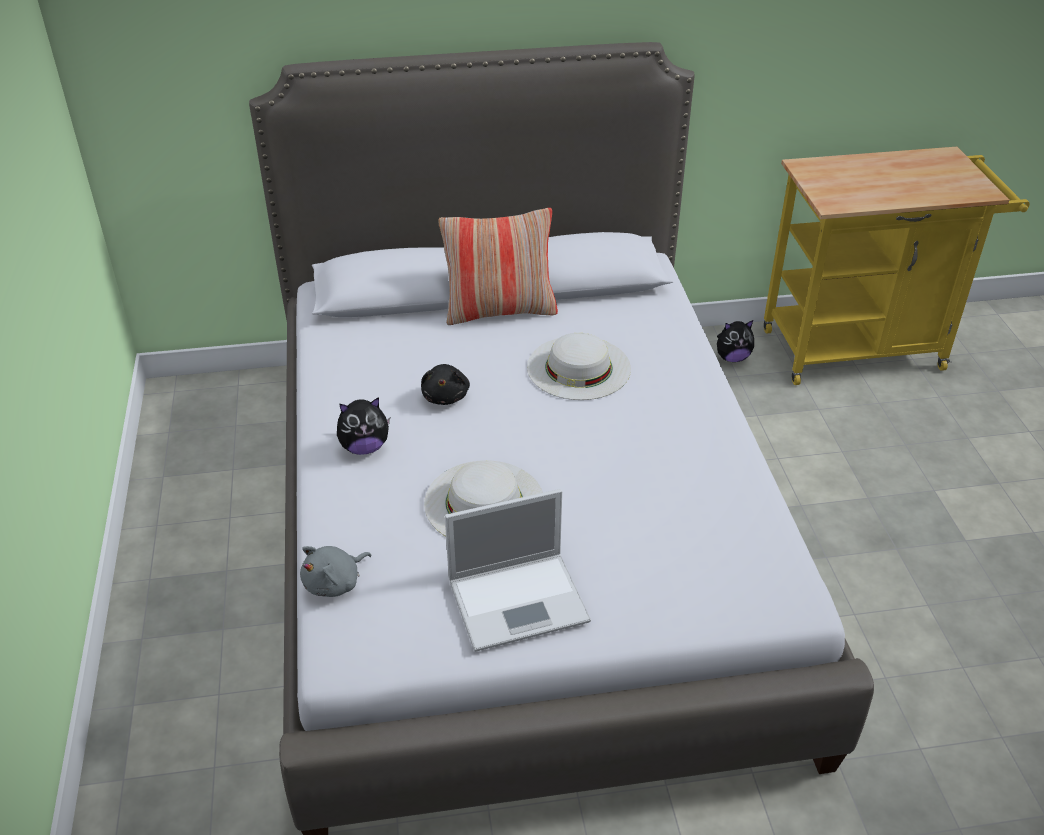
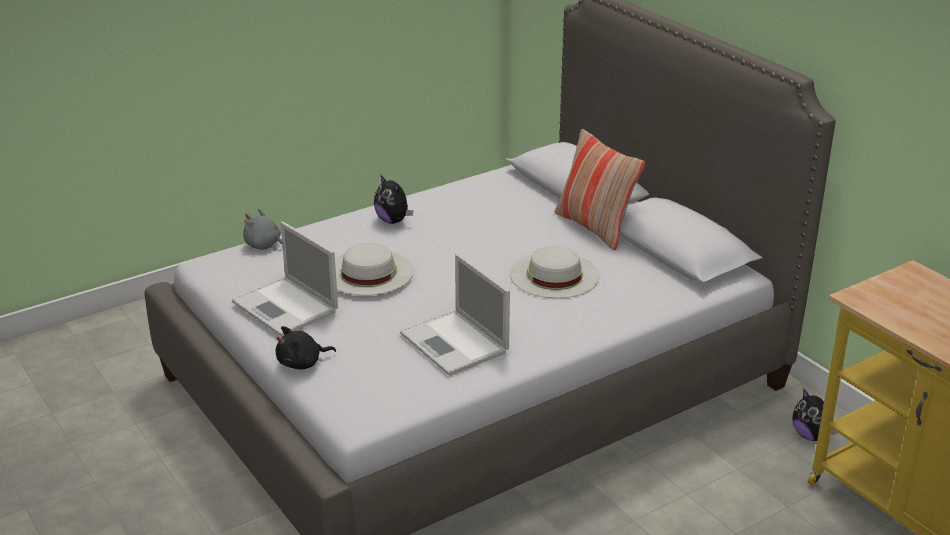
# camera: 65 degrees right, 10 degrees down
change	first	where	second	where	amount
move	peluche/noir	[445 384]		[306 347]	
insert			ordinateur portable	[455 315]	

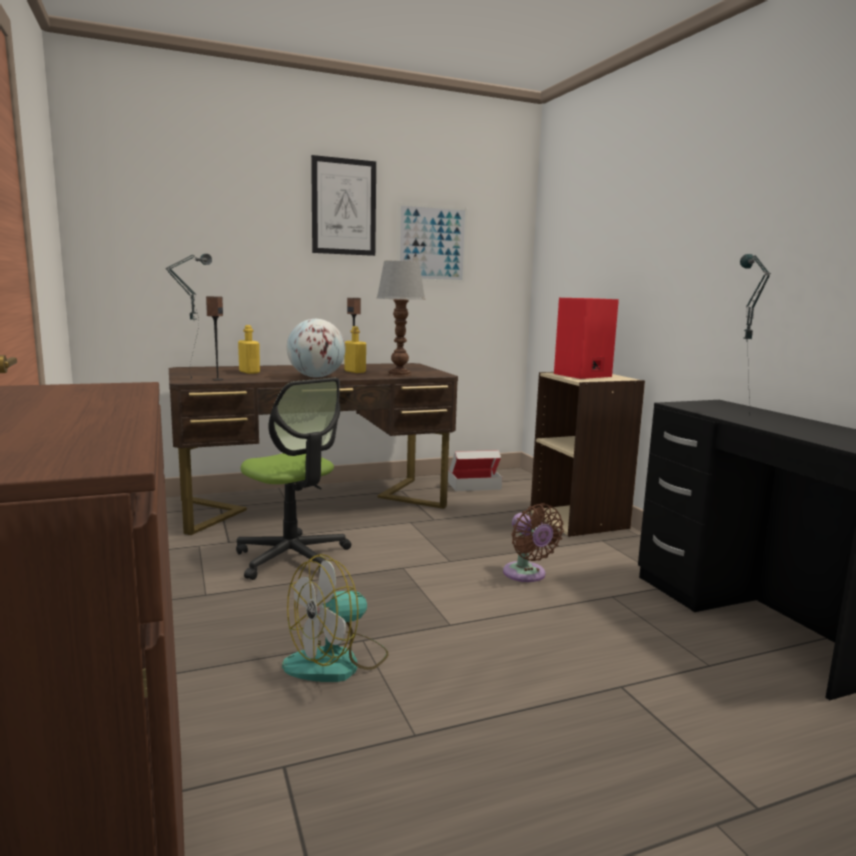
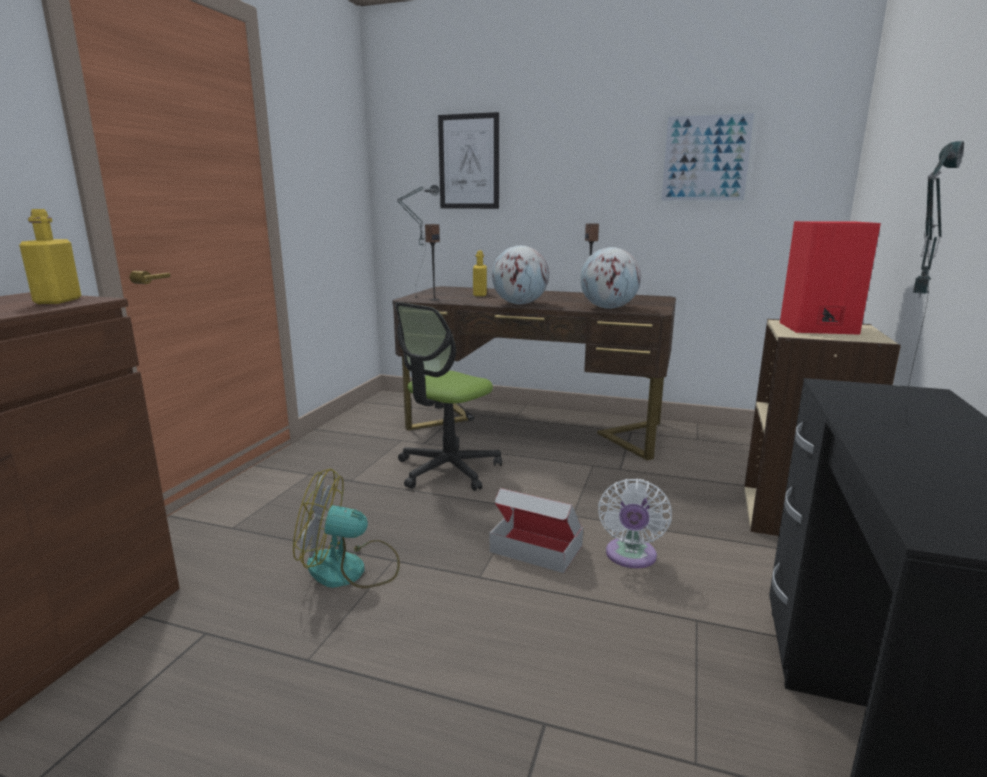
# camera: 40 degrees right, 5 degrees up
change	first	where	second	where	amount
move	bouteille/jaune	[355 349]		[50 256]	
rotate	chaise de bureau	[293 479]		[448 396]	45 degrees clockwise
move	tableau	[343 205]		[468 160]	
move	carton	[475 470]		[536 530]	
replace	lampe de table	[401 318]	globe	[610 278]	
recolor	ventilateur/marron	[533 542]	ventilateur/blanc	[635 523]	

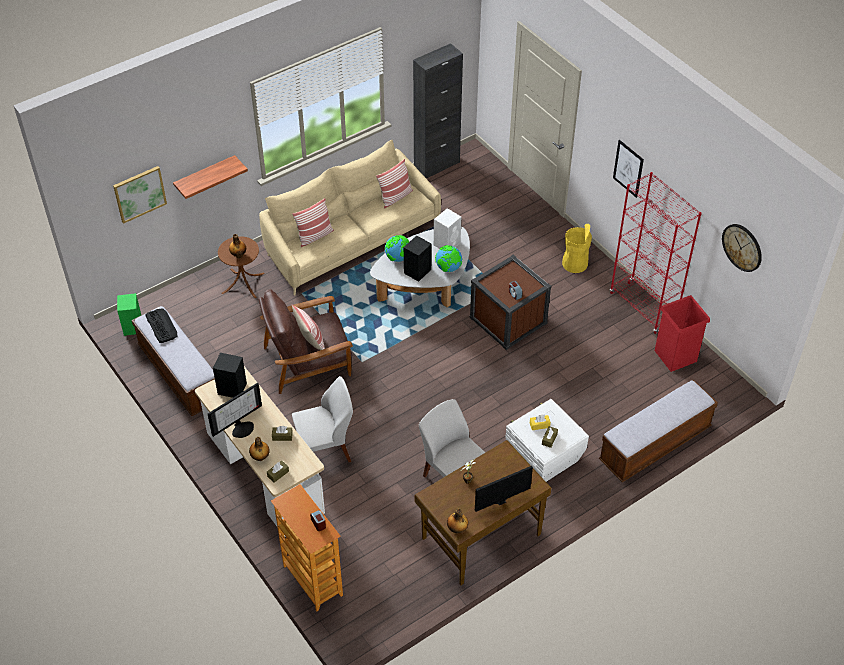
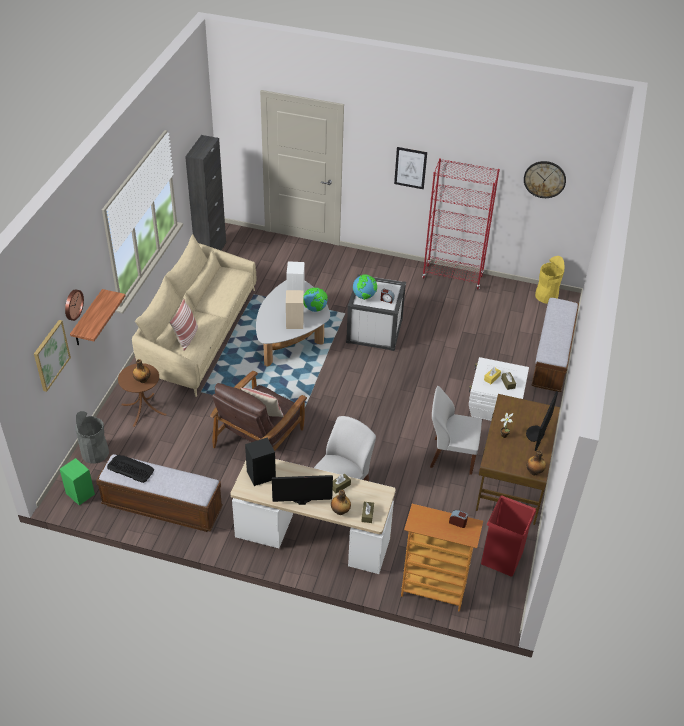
# camera: 40 degrees left, 5 degrees down
change	first	where	second	where	amount
insert			horloge murale	[74 305]	
insert			poubelle/gris	[92 437]	
rotate	écran d'ordinateur	[235 410]		[302 490]	105 degrees counterclockwise
recolor	enceinte/noir	[418 258]	enceinte/beige	[295 309]	
recolor	boîte de rangement/marron	[510 302]	boîte de rangement/blanc	[376 313]	
move	globe	[397 248]		[365 287]	
move	poubelle/rouge	[682 333]		[508 536]	
move	poubelle/jaune	[577 248]		[549 280]	
delete	coussin	[394 183]			

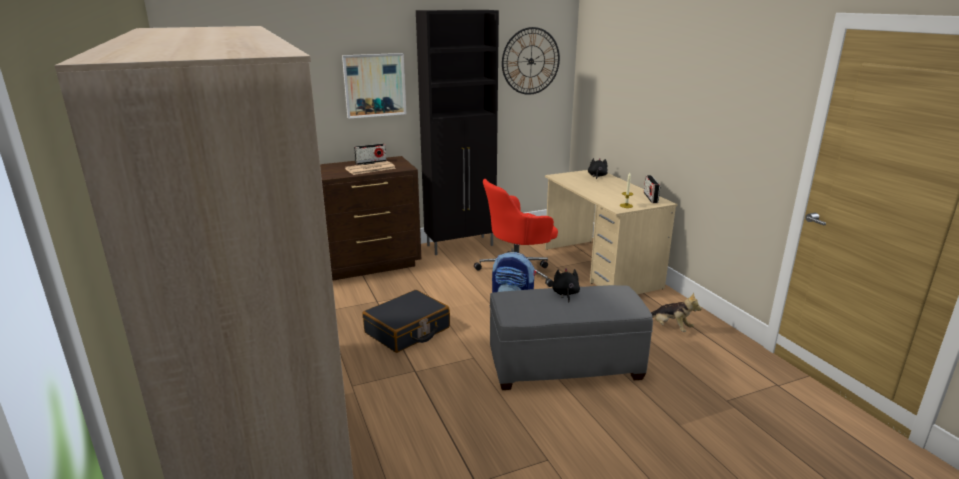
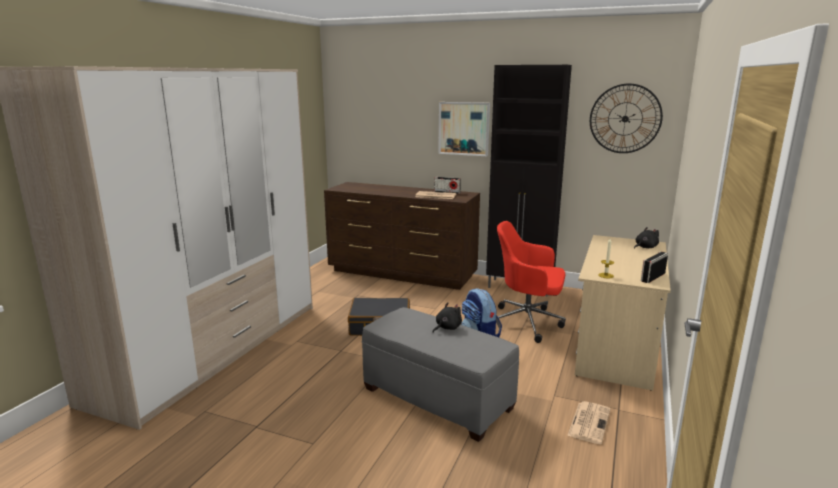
# camera: 45 degrees right, 5 degrees down
change	first	where	second	where	amount
replace	peluche	[676 312]	journal	[588 422]	

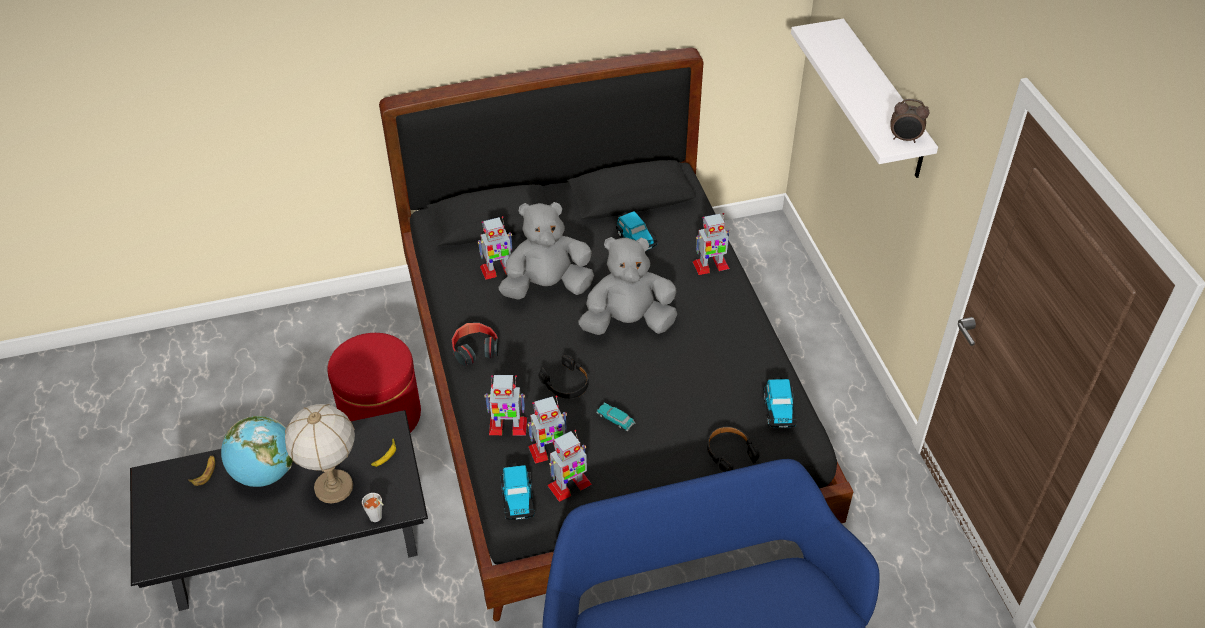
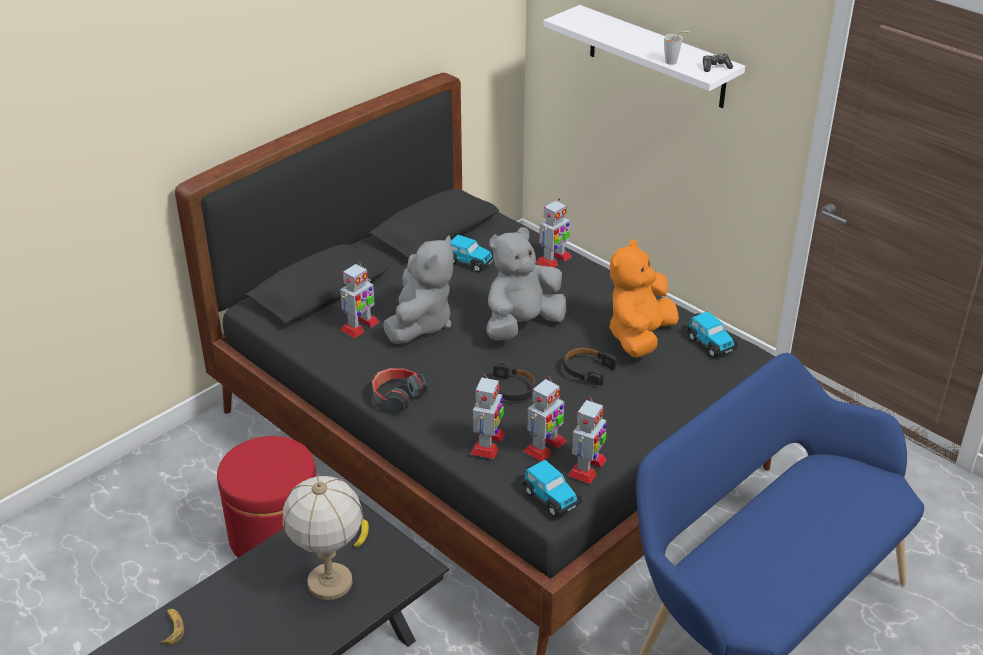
# camera: 30 degrees left, 10 degrees down
change	first	where	second	where	amount
rotate	peluche/gris	[546 251]		[418 289]	150 degrees clockwise
rotate	robot jouet	[506 405]		[488 416]	45 degrees counterclockwise
move	casque audio/noir	[733 449]		[590 366]	
insert			peluche/orange	[644 298]	
move	tasse/gris	[373 507]		[677 48]	
replace	réveil	[909 121]	manette	[718 63]	
delete	globe	[257 451]			
delete	petite voiture	[615 417]			

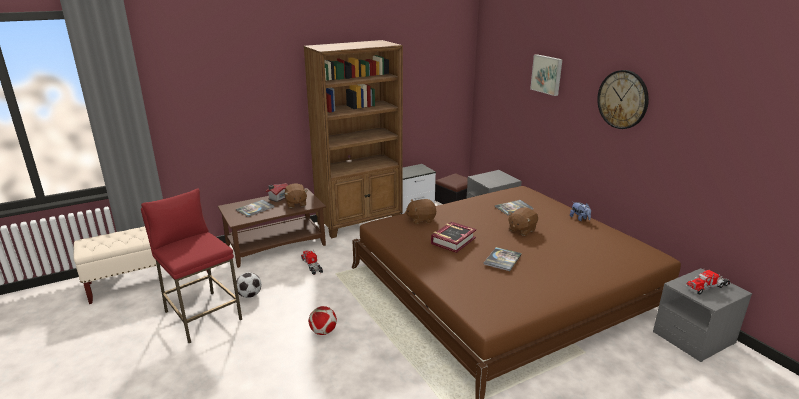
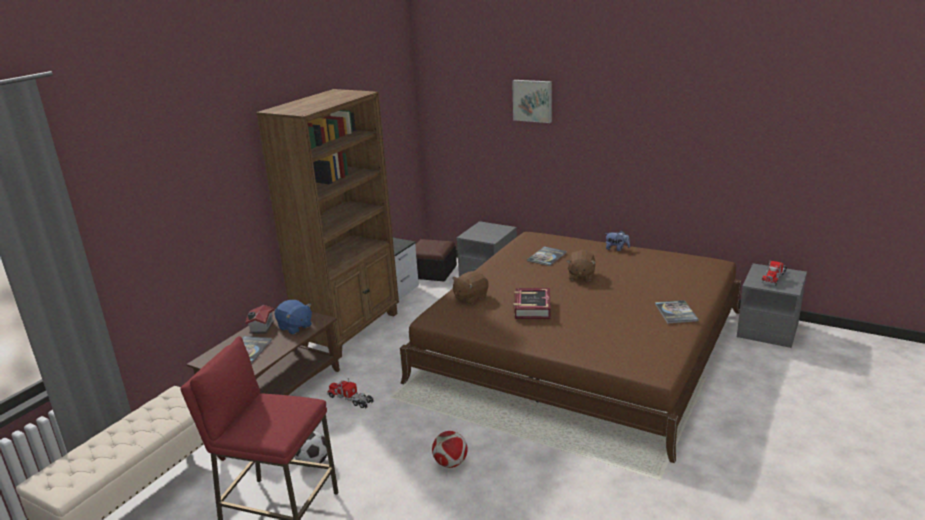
# camera: 30 degrees left, 0 degrees up
change	first	where	second	where	amount
recolor	peluche/marron	[296 195]	peluche/bleu	[293 317]	
move	livre	[503 259]		[677 311]	
delete	horloge murale	[623 99]			

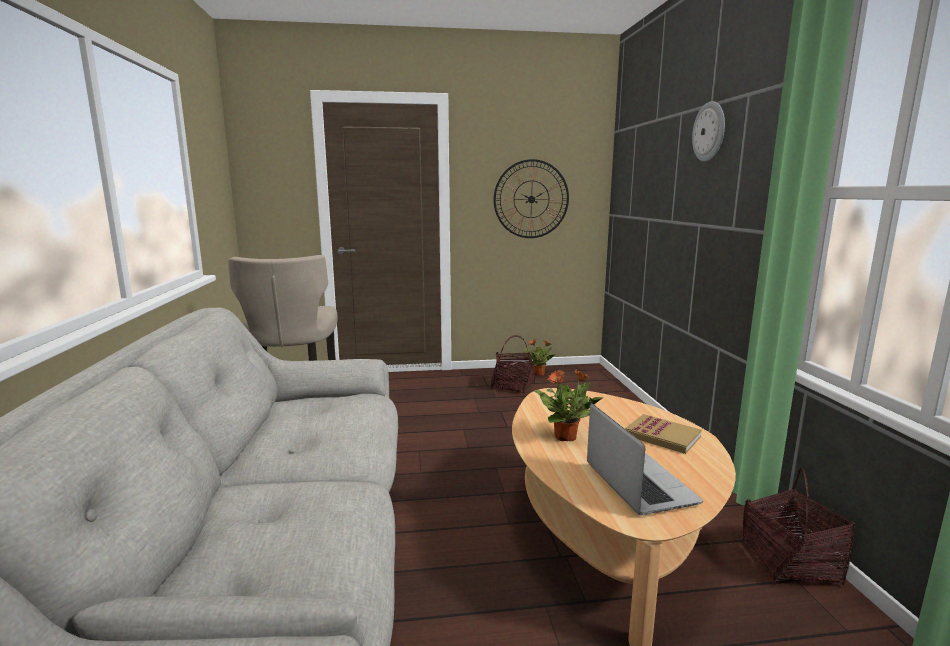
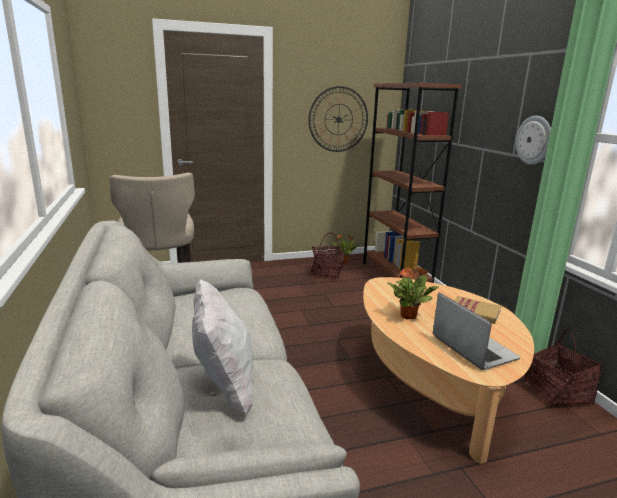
# camera: 10 degrees left, 5 degrees up
change	first	where	second	where	amount
insert			coussin/blanc	[223 347]	
insert			bibliothèque/marron	[412 183]	
move	horloge murale	[708 131]		[533 140]	

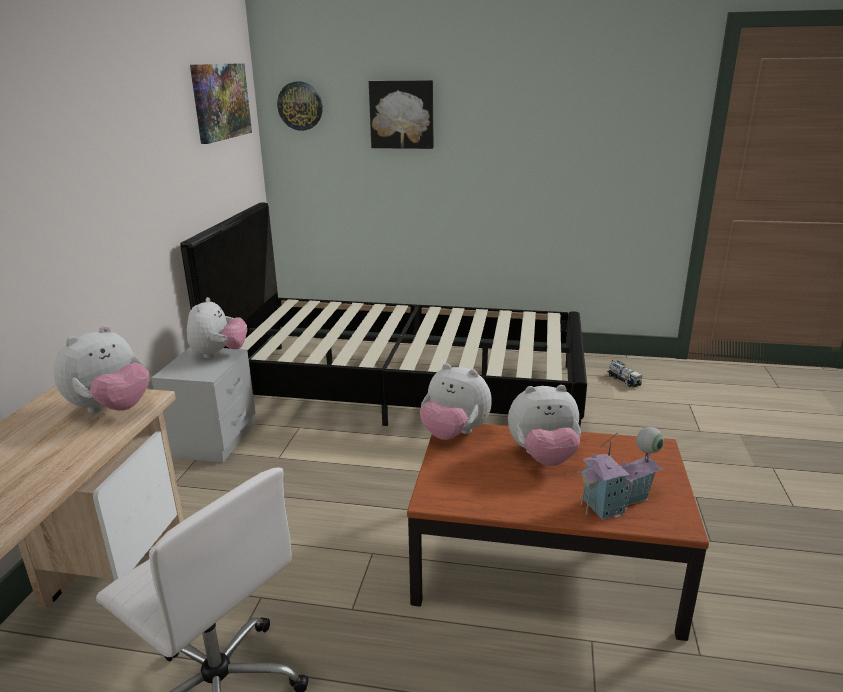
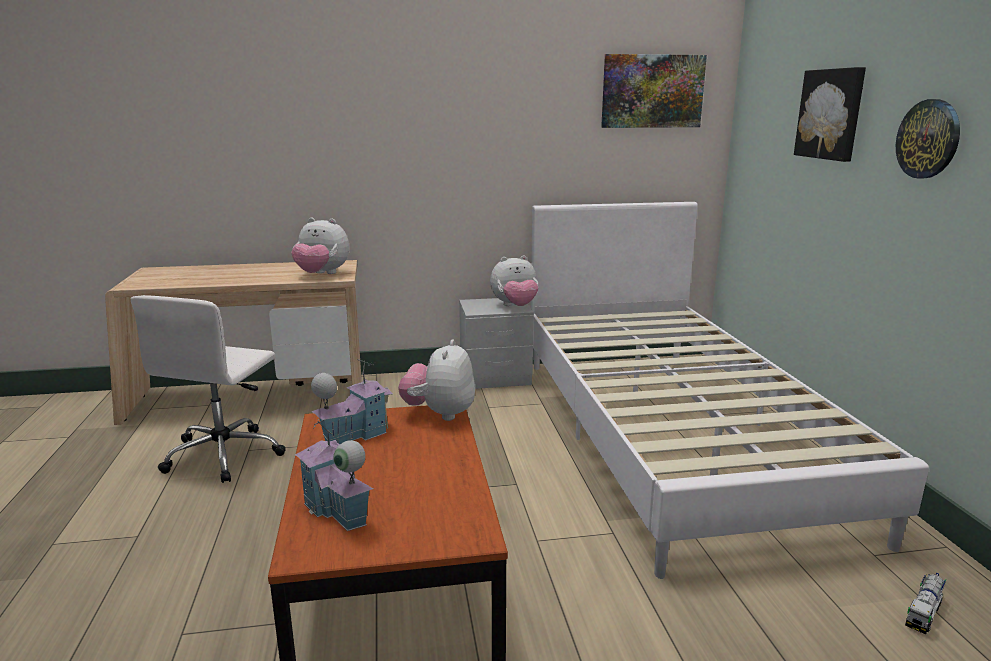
# camera: 70 degrees right, 5 degrees down
change	first	where	second	where	amount
insert			maison miniature	[352 401]	
recolor	lit/noir	[383 314]	lit/blanc	[730 390]	
move	horloge murale	[300 106]		[928 139]	
delete	peluche	[544 425]			

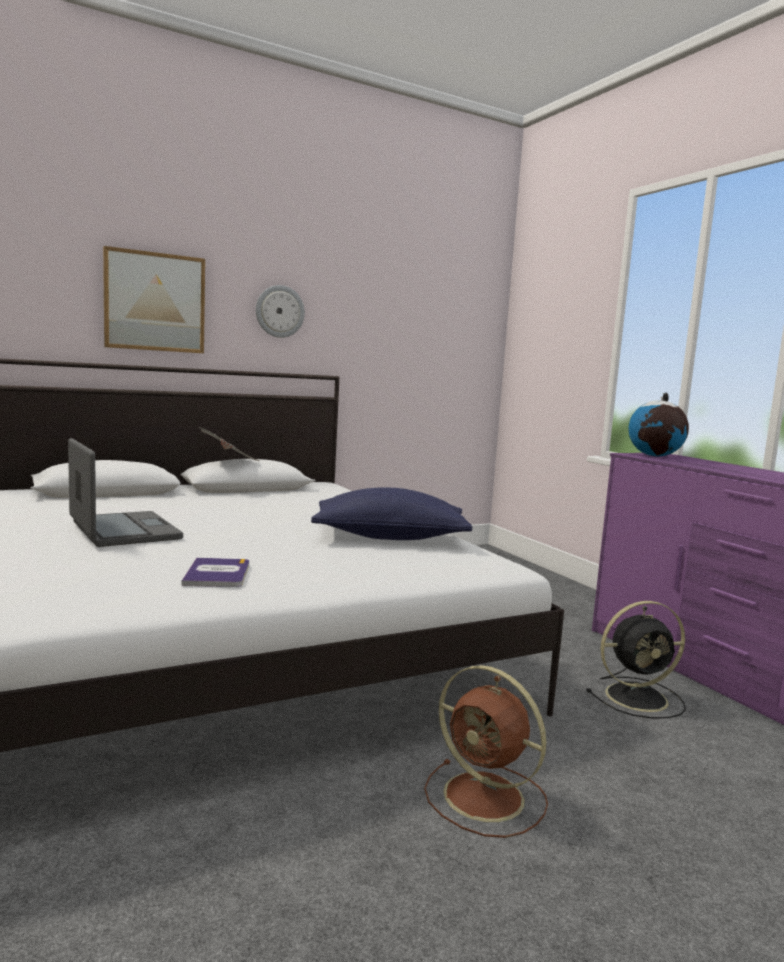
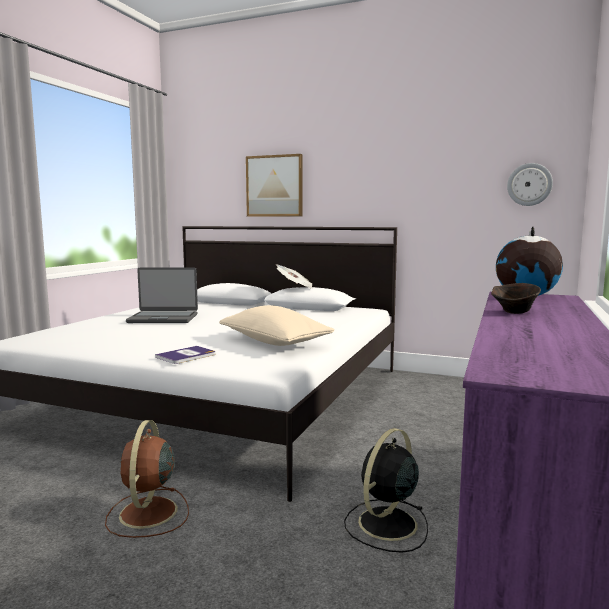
# camera: 50 degrees right, 0 degrees up
change	first	where	second	where	amount
rotate	ordinateur portable	[125 492]		[162 295]	75 degrees clockwise
move	livre	[215 572]		[185 355]	
recolor	coussin/bleu	[391 513]	coussin/beige	[277 325]	
rotate	ventilateur/noir	[636 660]		[386 490]	90 degrees clockwise
insert			bol/marron	[516 298]	
move	horloge murale	[280 311]		[530 184]	

